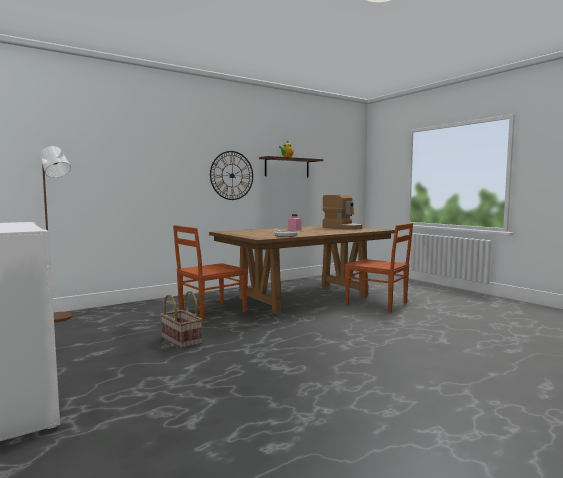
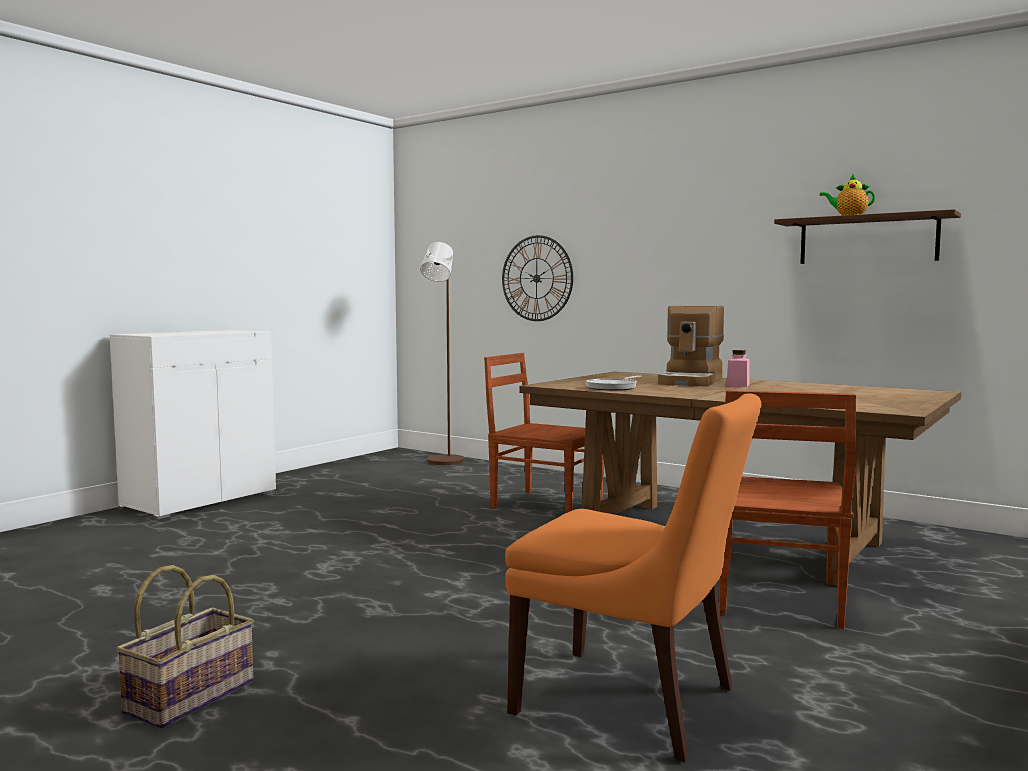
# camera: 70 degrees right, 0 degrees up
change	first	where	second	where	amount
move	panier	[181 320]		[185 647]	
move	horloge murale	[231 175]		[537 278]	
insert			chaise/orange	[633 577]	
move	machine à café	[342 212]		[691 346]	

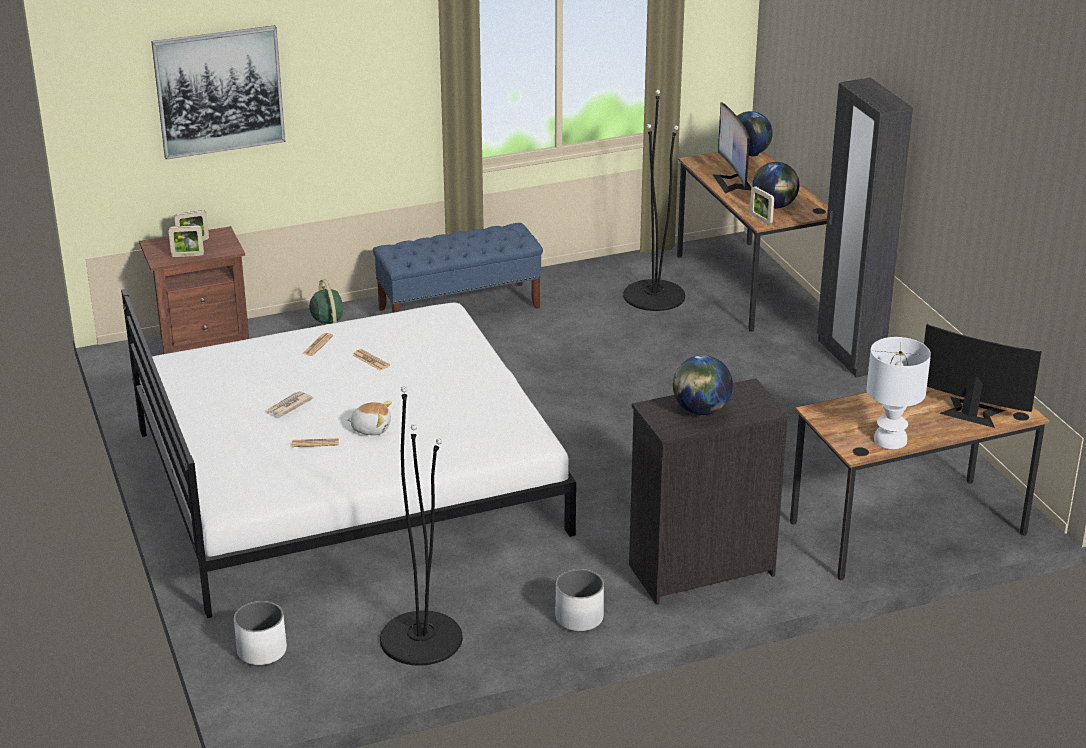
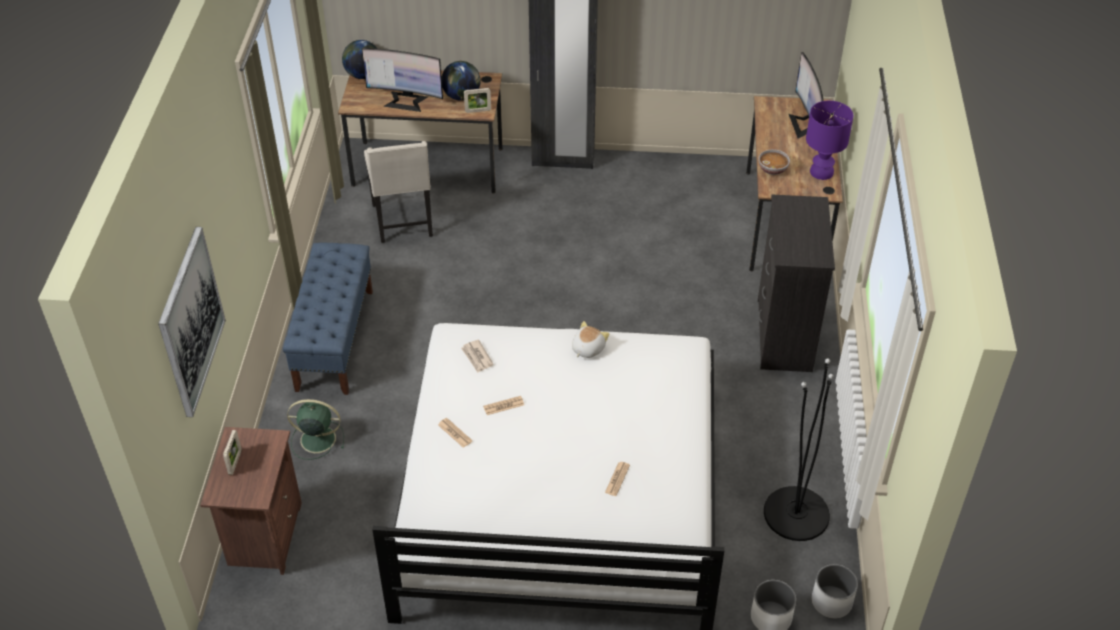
# camera: 65 degrees left, 15 degrees up
change	first	where	second	where	amount
replace	lampadaire/noir	[654 200]	chaise/beige	[398 192]	
move	journal	[290 404]		[477 356]	
move	peluche	[369 418]		[591 339]	
insert			bol	[774 162]	
rotate	écran d'ordinateur	[982 376]		[806 95]	60 degrees counterclockwise
recolor	lampe de table/blanc	[898 393]	lampe de table/violet	[830 140]	
move	cache-pot/blanc	[579 600]		[835 591]	
delete	cadre photo	[186 241]			
delete	globe	[703 385]			

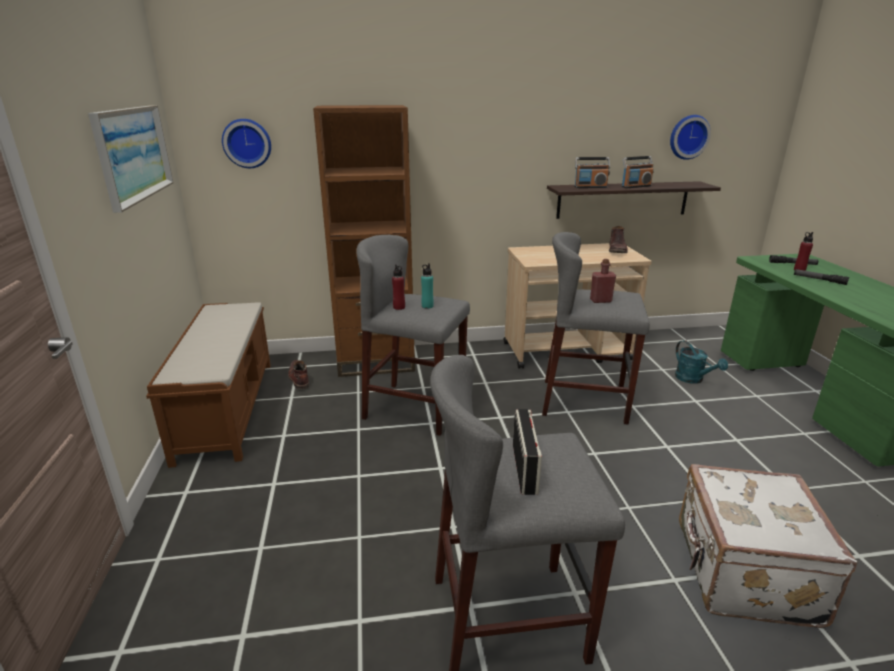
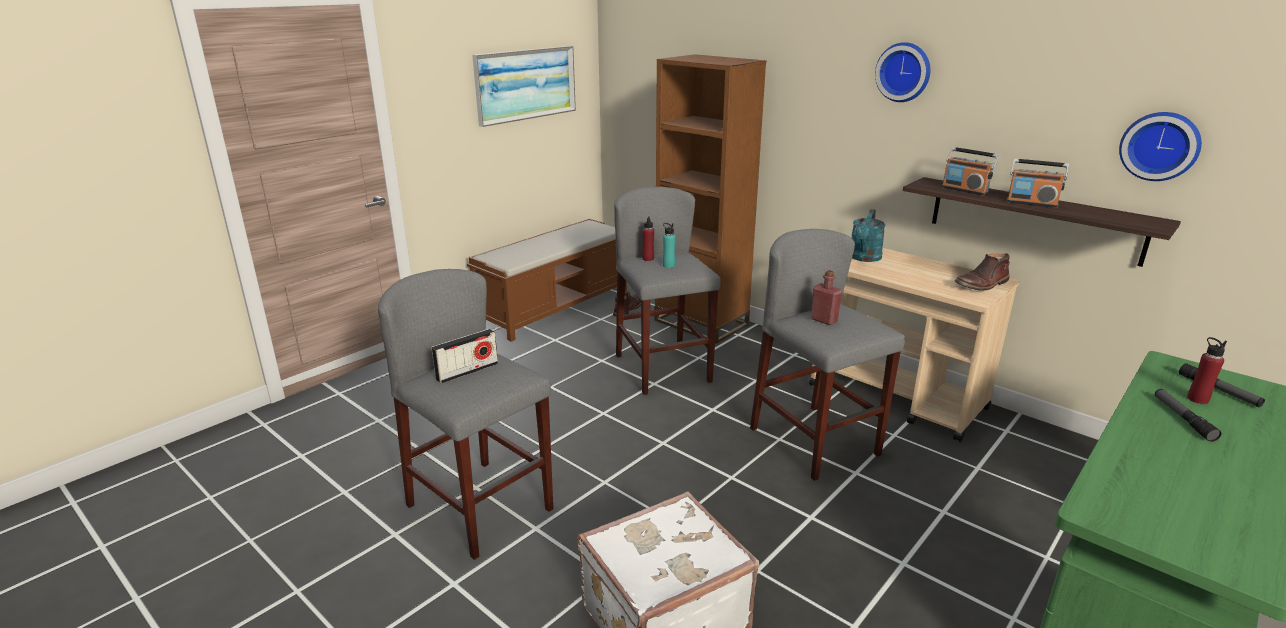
# camera: 50 degrees right, 0 degrees up
change	first	where	second	where	amount
move	arrosoir/turquoise	[701 362]		[869 235]	
move	horloge murale	[246 143]		[903 72]	

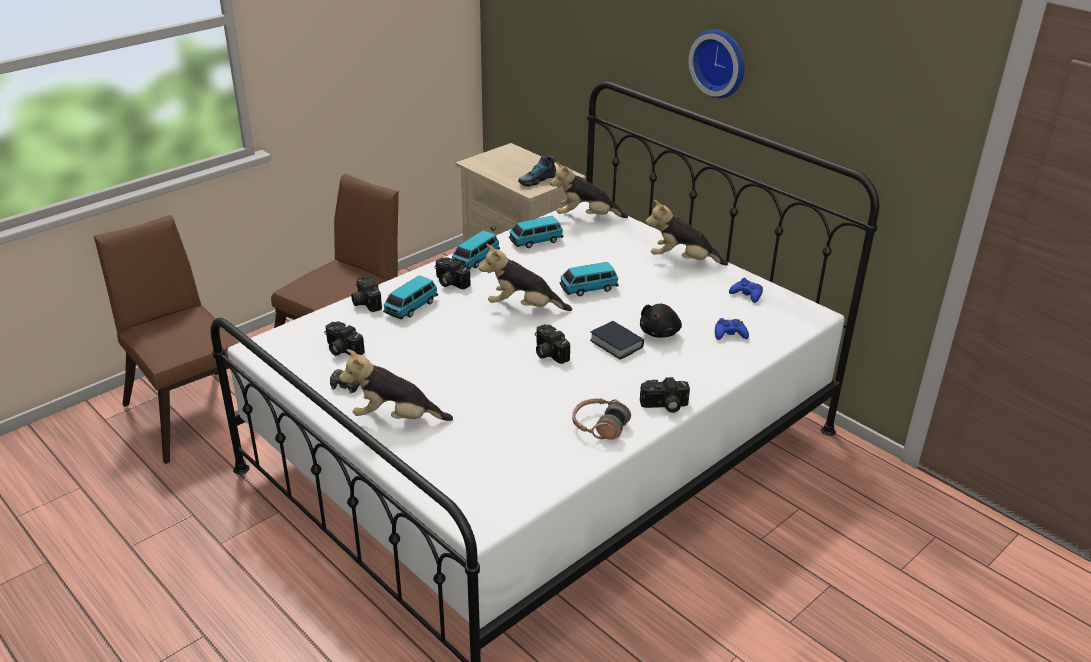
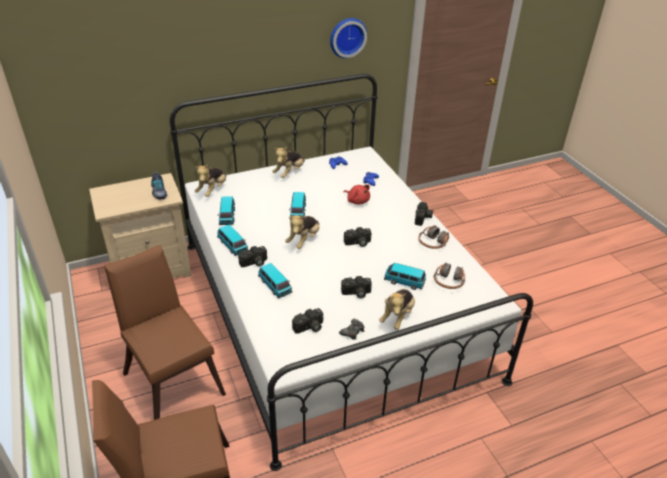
# camera: 70 degrees left, 5 degrees up
change	first	where	second	where	amount
move	horloge murale	[717 63]		[348 38]	
move	appareil photo	[366 294]		[356 287]	
recolor	peluche/noir	[661 321]	peluche/rouge	[357 194]	
insert			petite voiture	[405 276]	
insert			casque audio	[449 276]	
delete	livre	[617 340]			

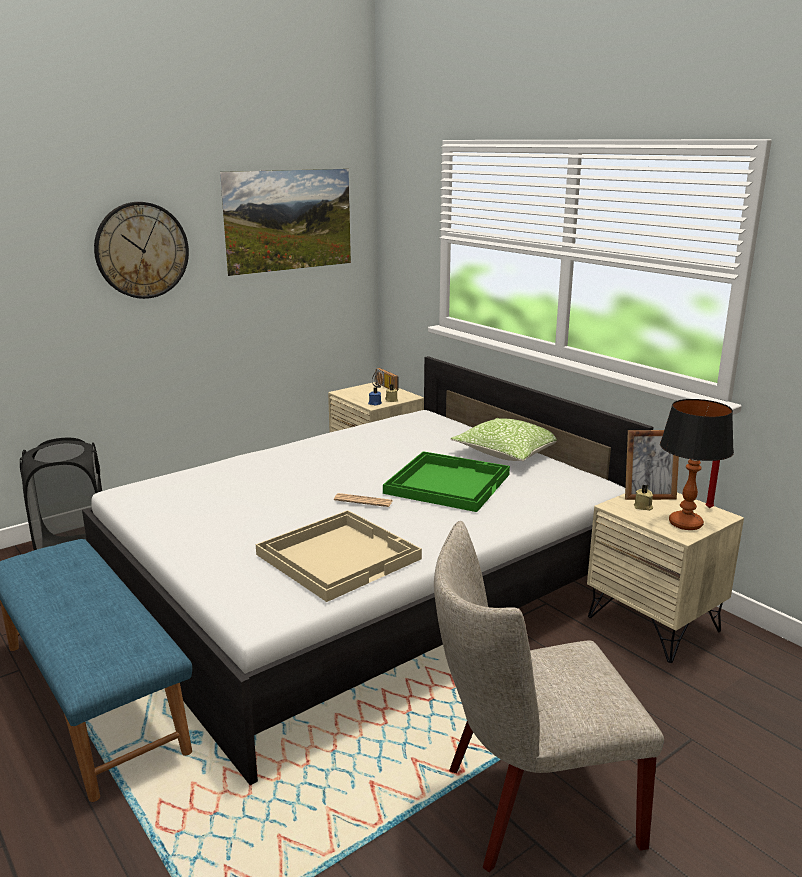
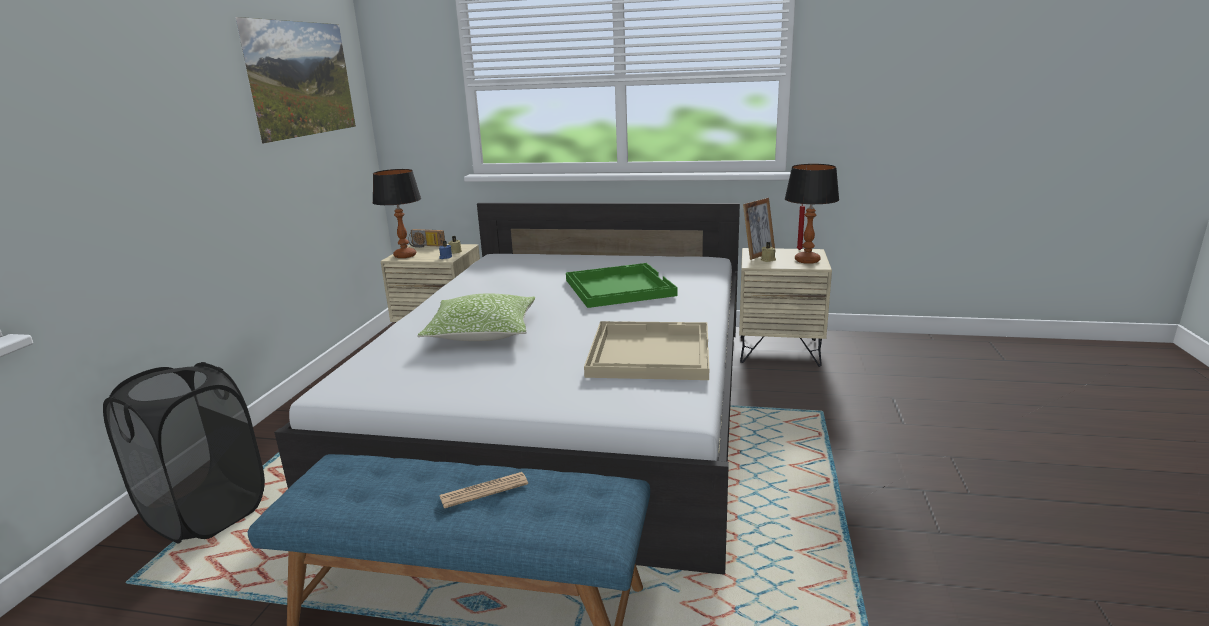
# camera: 40 degrees left, 0 degrees up
change	first	where	second	where	amount
insert			lampe de table	[397 213]	
move	coussin	[503 439]		[476 317]	
move	journal	[363 500]		[484 490]	
delete	horloge murale	[141 250]			
delete	chaise/beige	[549 696]			

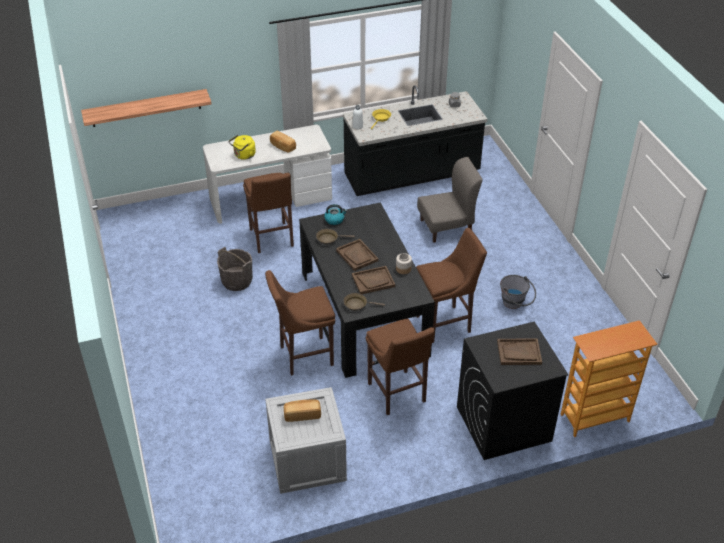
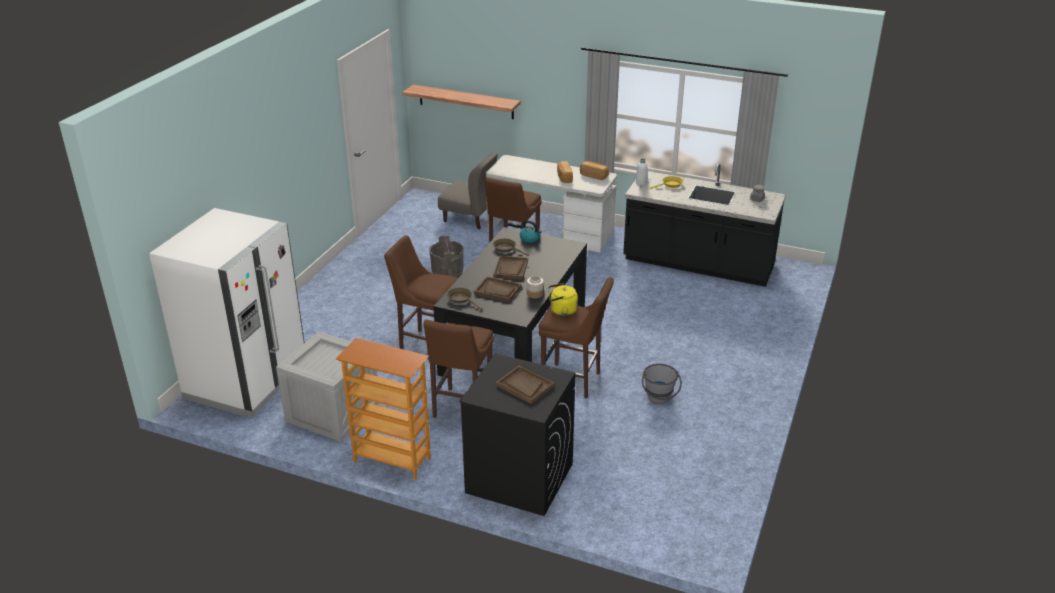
# camera: 40 degrees right, 10 degrees down
change	first	where	second	where	amount
insert			réfrigérateur/blanc	[226 312]	
move	bibliothèque	[609 378]		[383 409]	
move	chaise/gris	[450 200]		[468 191]	
move	bouilloire/jaune	[242 147]		[563 299]	
move	pain	[302 411]		[594 170]	

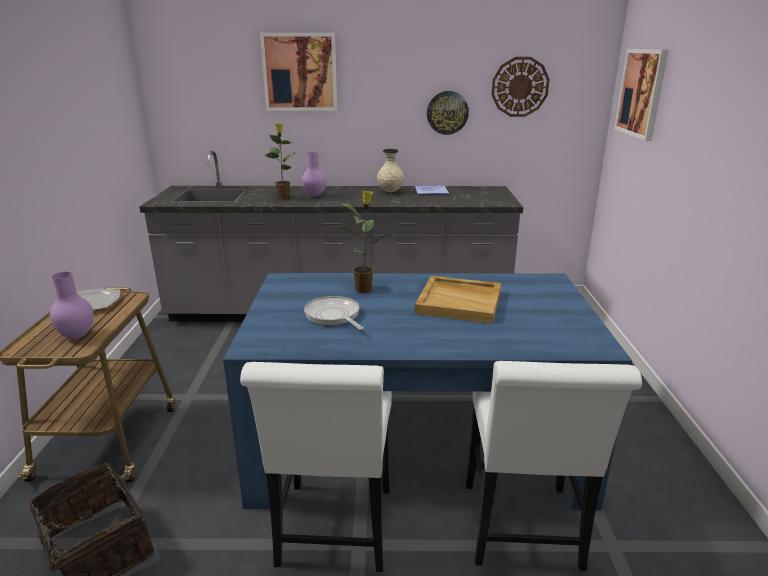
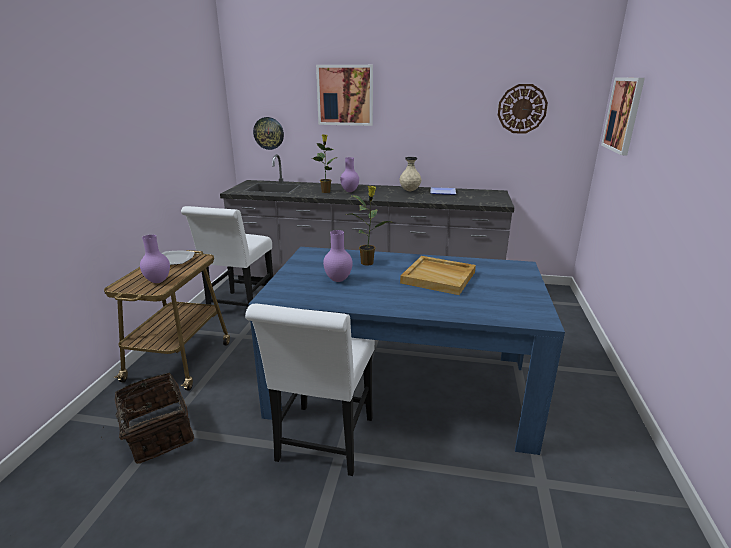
# camera: 10 degrees right, 0 degrees up
change	first	where	second	where	amount
move	chaise/blanc	[554 466]		[227 256]	
move	horloge murale	[448 113]		[268 133]	
replace	poêle	[334 313]	vase/violet	[338 256]	

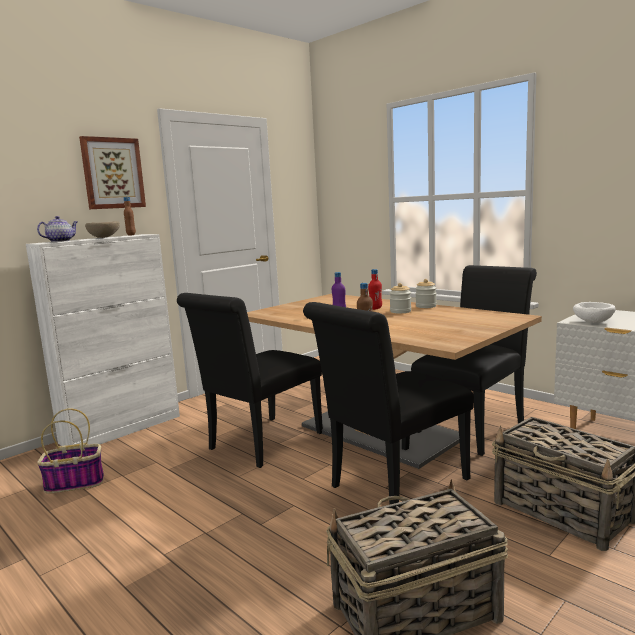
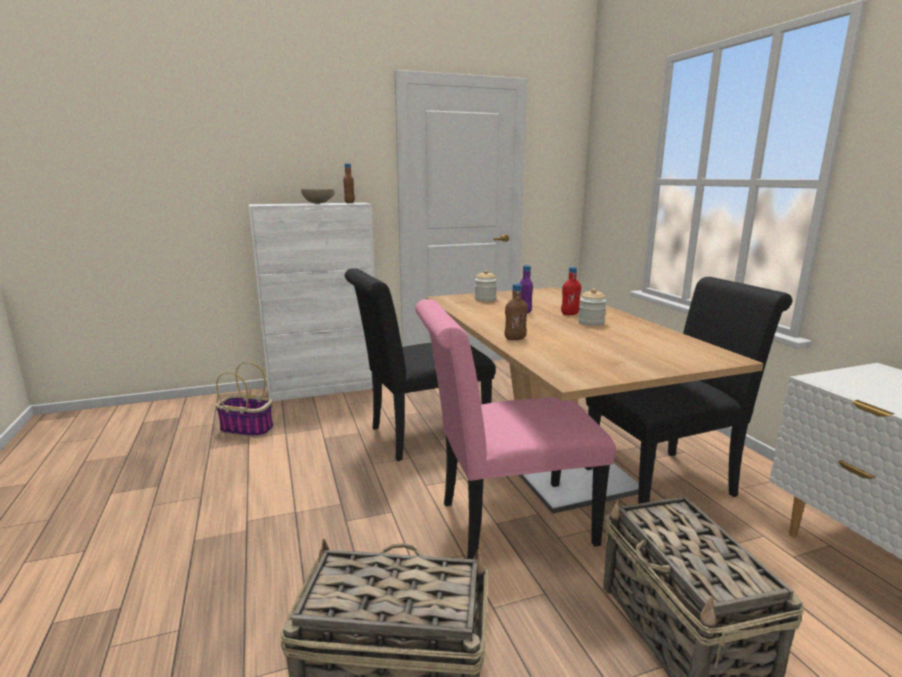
# camera: 25 degrees right, 5 degrees up
change	first	where	second	where	amount
recolor	chaise/noir	[388 403]	chaise/rose	[515 429]	
move	bocal	[426 293]		[486 285]	
delete	théière	[57 229]			
delete	tableau	[112 172]			
delete	bol/blanc	[594 312]			

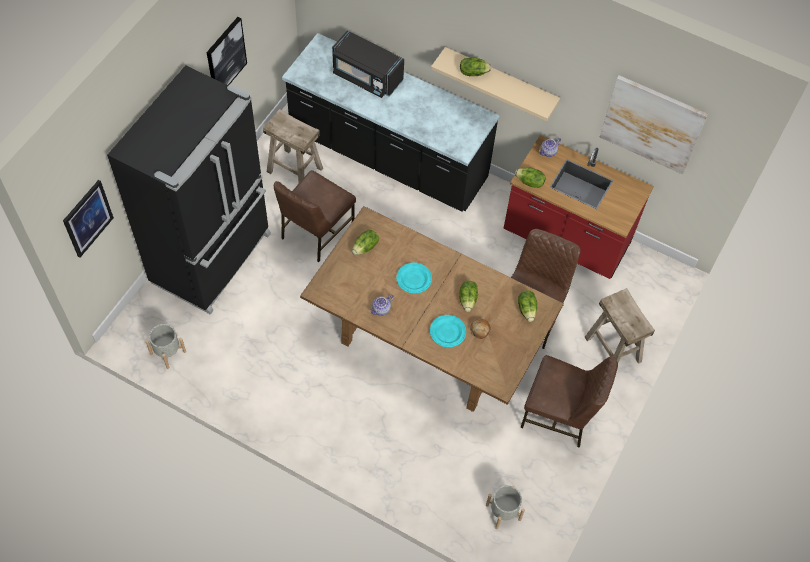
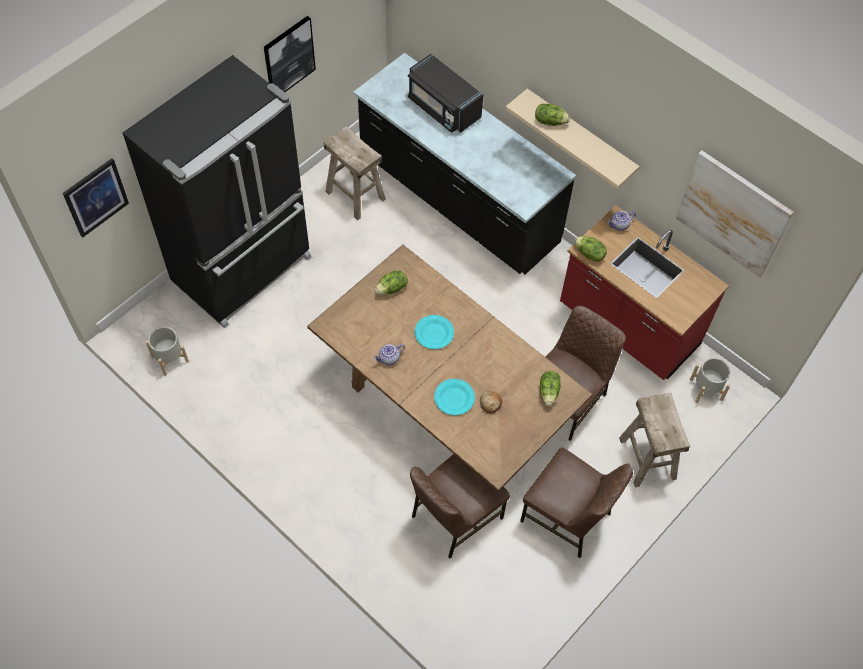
# camera: 15 degrees right, 0 degrees up
change	first	where	second	where	amount
move	chaise/marron	[315 216]		[460 506]	
move	cache-pot/gris	[505 507]		[710 380]	
delete	laitue	[469 296]			

